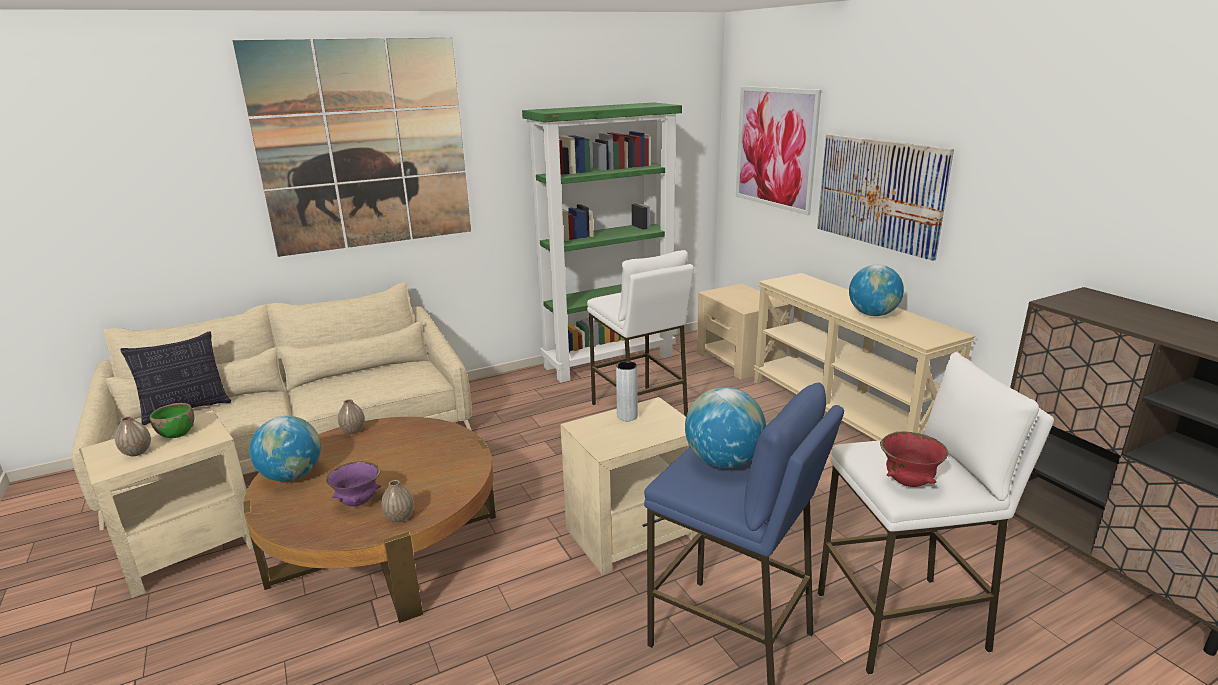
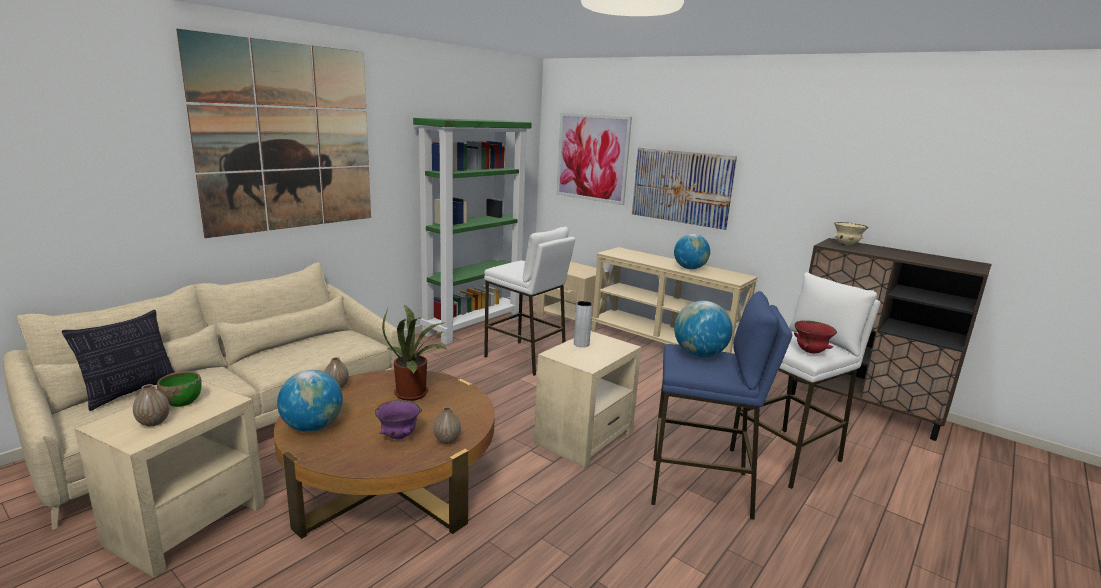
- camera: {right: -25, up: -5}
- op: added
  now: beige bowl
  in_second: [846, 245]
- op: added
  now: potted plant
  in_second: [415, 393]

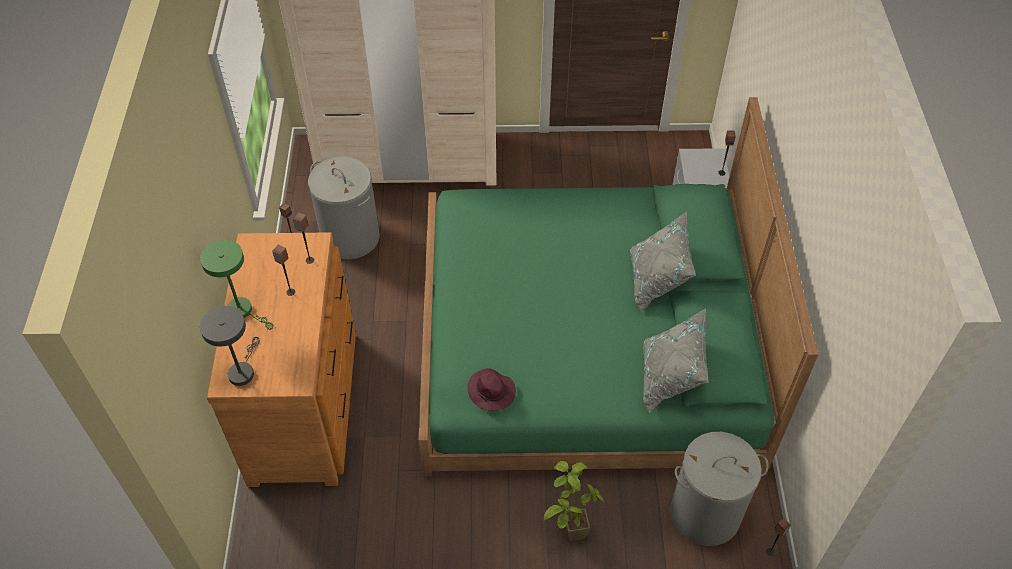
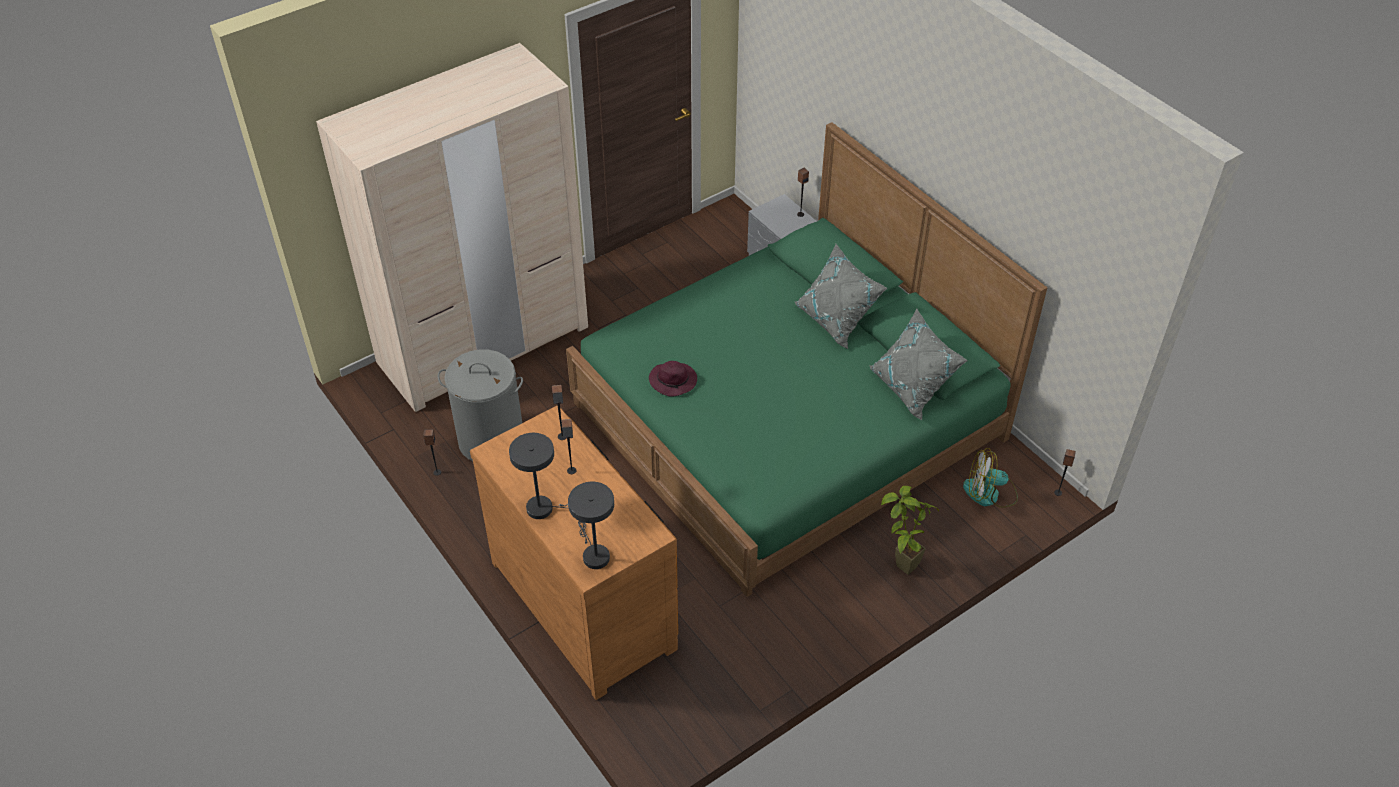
- camera: {right: -35, up: -5}
- op: recoloured
  was: green table lamp
  now: grey table lamp
  in_first: [243, 311]
  in_second: [544, 508]
- op: moved
  was: purple hat
  in_first: [492, 392]
  in_second: [674, 381]
- op: replaced
  was: grey laundry basket
  now: fan
  in_first: [705, 513]
  in_second: [989, 493]

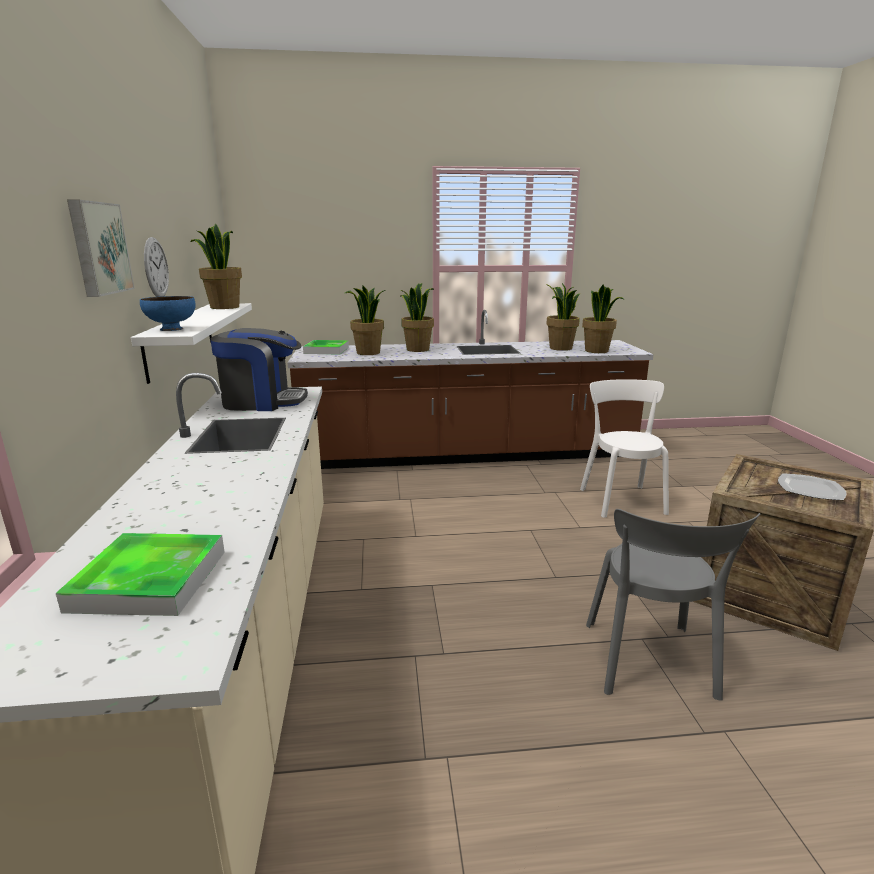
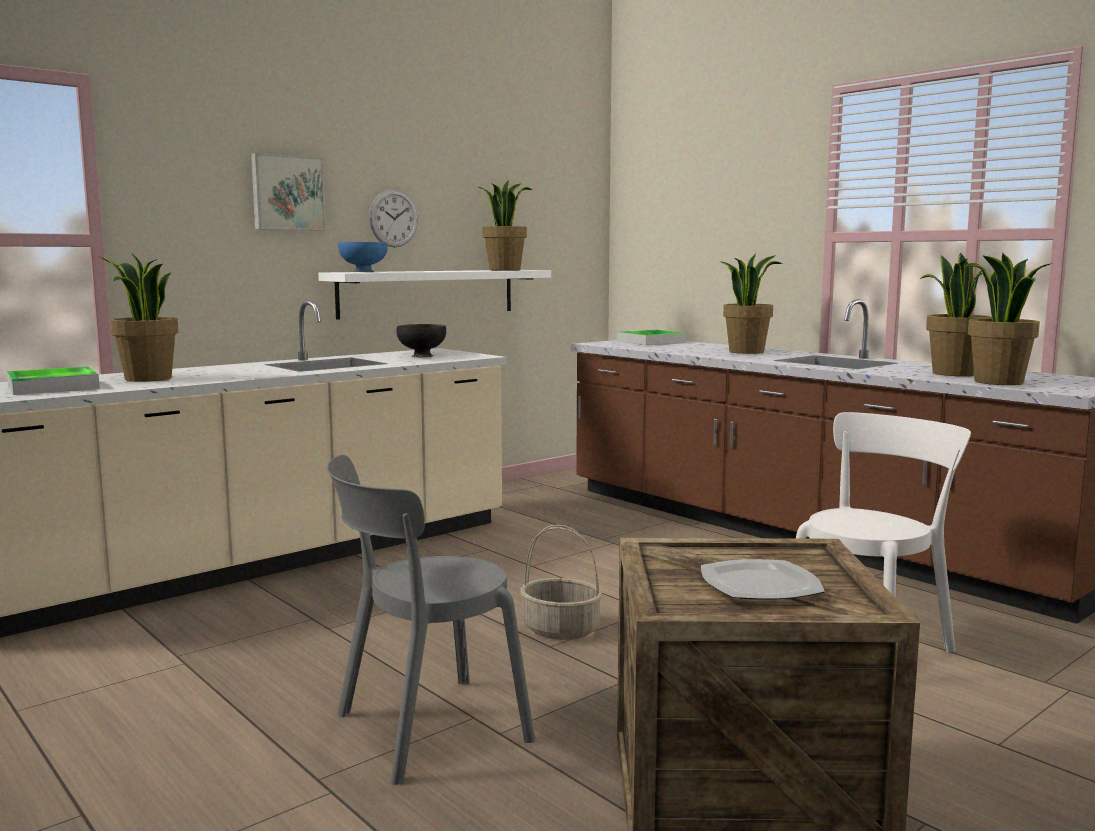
- camera: {right: 55, up: -10}
- op: moved
  was: potted plant
  in_first: [368, 353]
  in_second: [147, 379]
- op: replaced
  was: coffee machine
  now: black bowl
  in_first: [262, 402]
  in_second: [422, 356]
- op: added
  now: basket
  in_second: [562, 629]

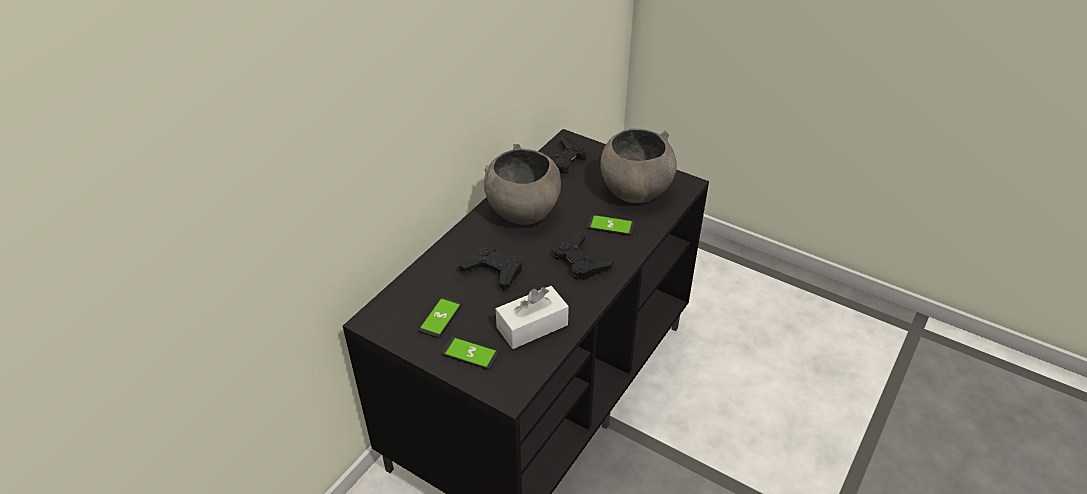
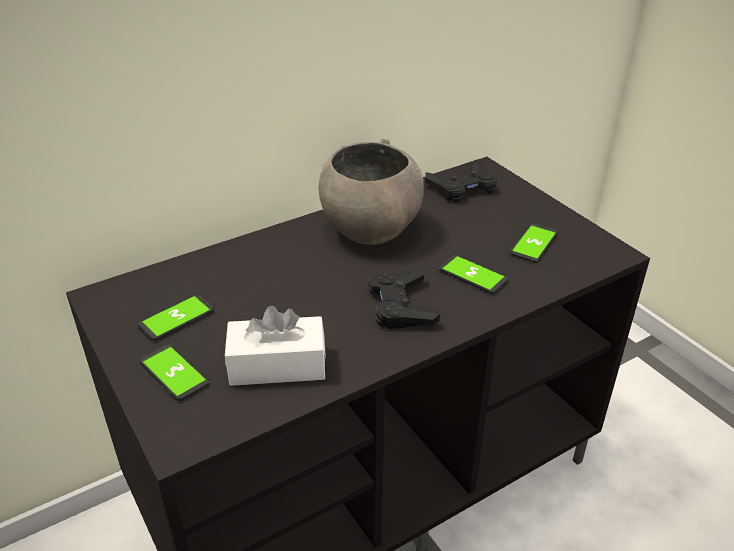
- camera: {right: 25, up: -5}
- op: replaced
  was: grey bowl
  now: phone
  in_first: [635, 191]
  in_second: [533, 244]
- op: removed
  was: black game controller
  in_first: [493, 270]

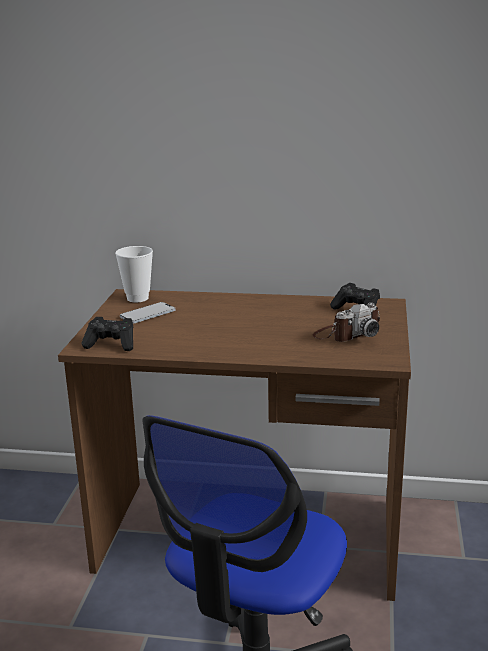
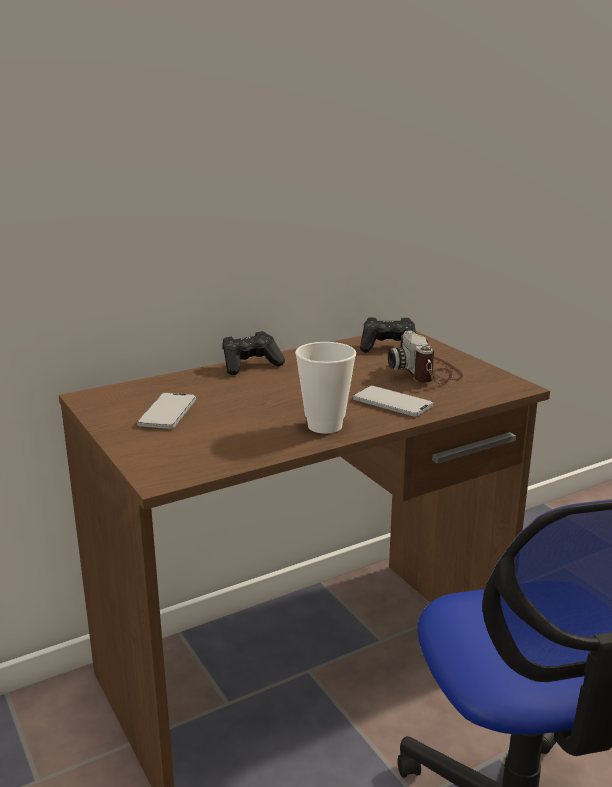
- camera: {right: -40, up: 0}
- op: moved
  was: cup
  in_first: [137, 298]
  in_second: [325, 426]
- op: turned
  was: photo camera
  in_first: [346, 334]
  in_second: [427, 372]
  clockwise: 150
- op: moved
  was: black game controller
  in_first: [111, 344]
  in_second: [250, 365]
- op: added
  now: phone
  in_second: [392, 403]

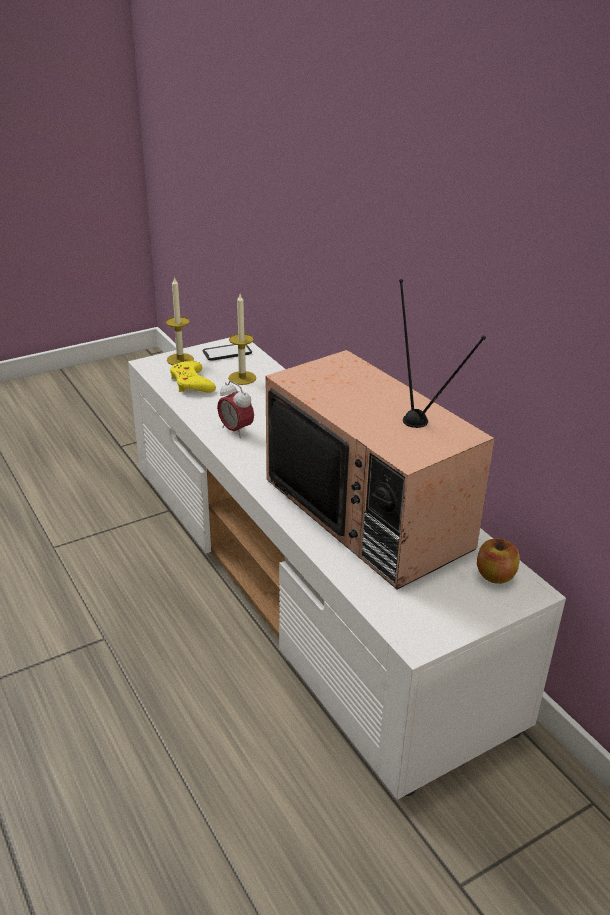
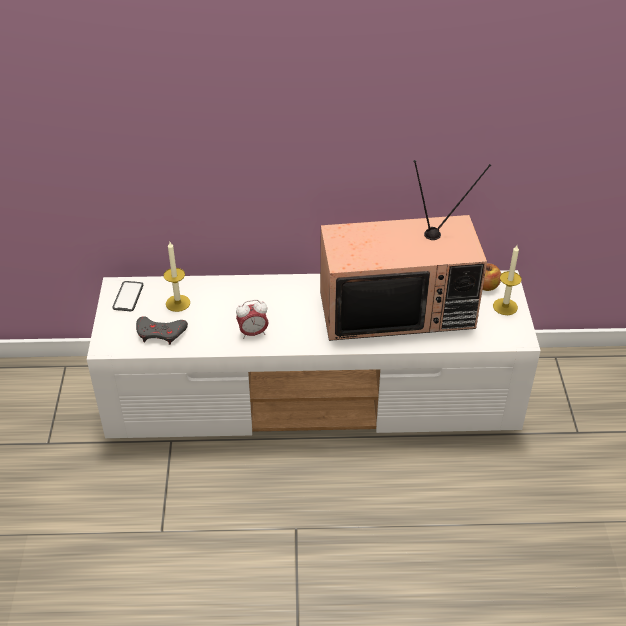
- camera: {right: -60, up: 10}
- op: moved
  was: candle
  in_first: [180, 359]
  in_second: [505, 306]
- op: recoloured
  was: yellow game controller
  now: grey game controller
  in_first: [191, 383]
  in_second: [160, 333]

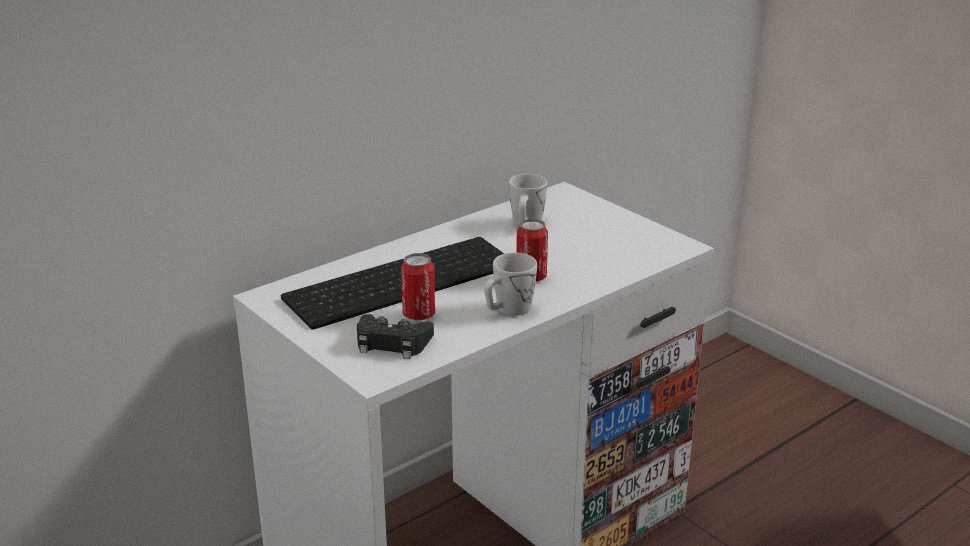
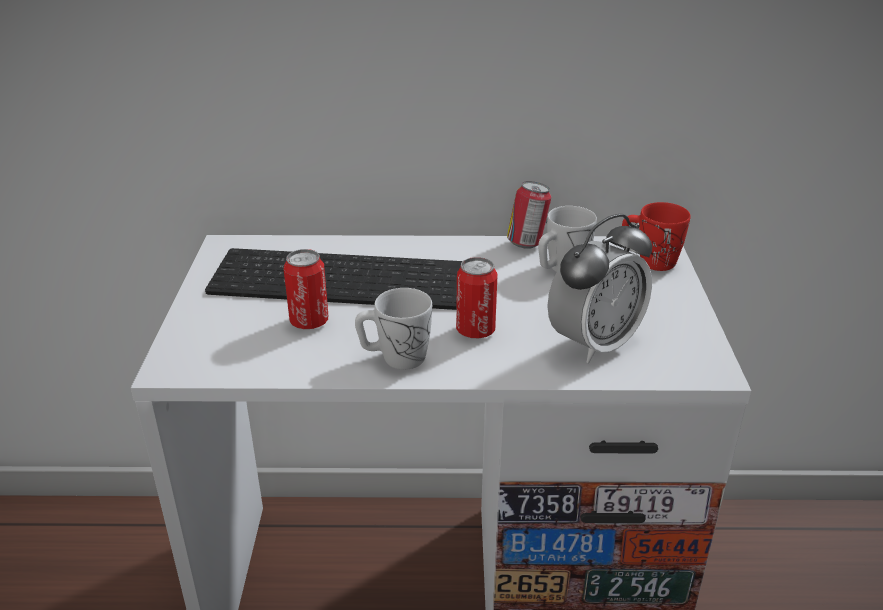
- camera: {right: 40, up: 5}
- op: removed
  was: black game controller
  in_first: [392, 343]
- op: added
  now: can
  in_second: [527, 244]
- op: added
  now: red mug
  in_second: [649, 261]
- op: added
  now: alarm clock
  in_second: [594, 344]

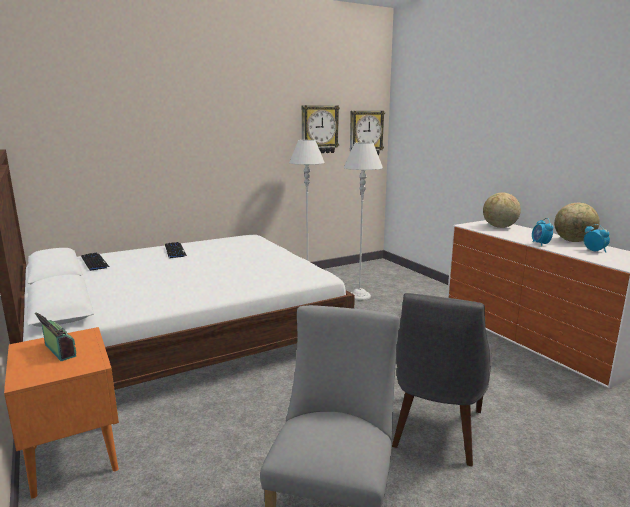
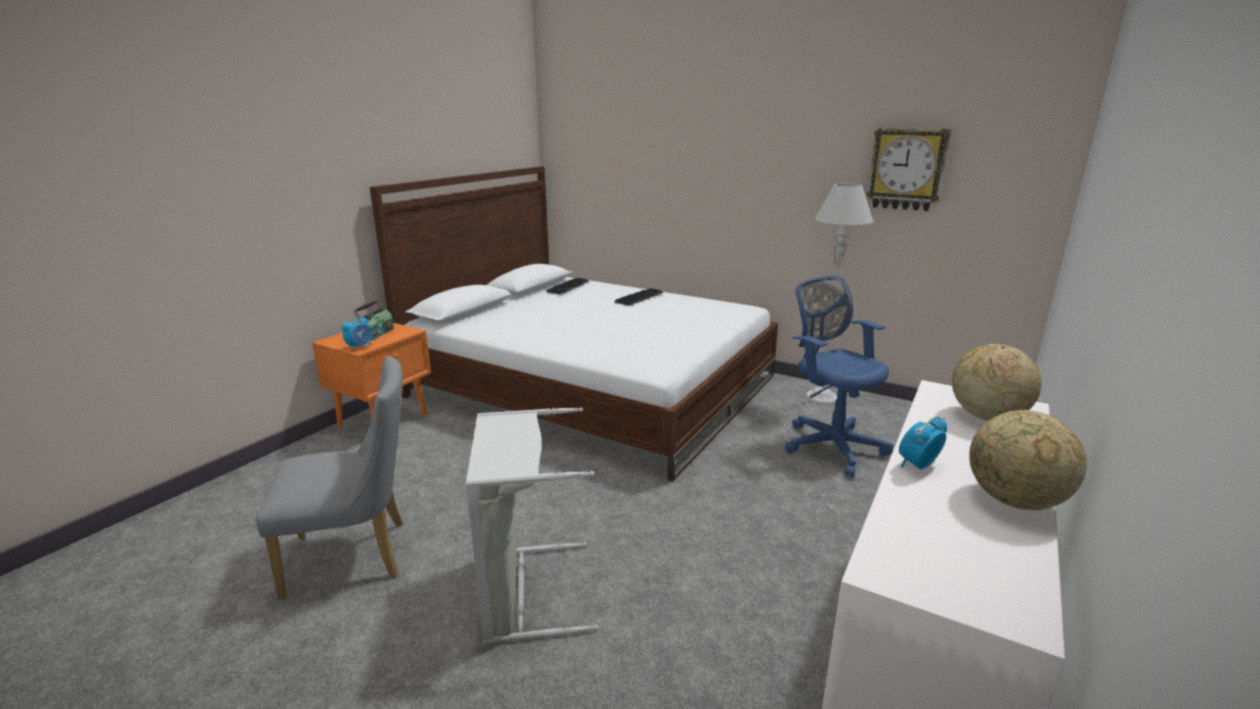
- camera: {right: 60, up: 5}
- op: removed
  was: wall clock
  in_first: [365, 133]
- op: replaced
  was: grey floor lamp
  now: blue office chair
  in_first: [359, 296]
  in_second: [830, 445]
- op: moved
  was: alarm clock
  in_first: [594, 251]
  in_second: [360, 347]
- op: replaced
  was: grey chair
  now: grey laundry basket
  in_first: [436, 431]
  in_second: [523, 592]

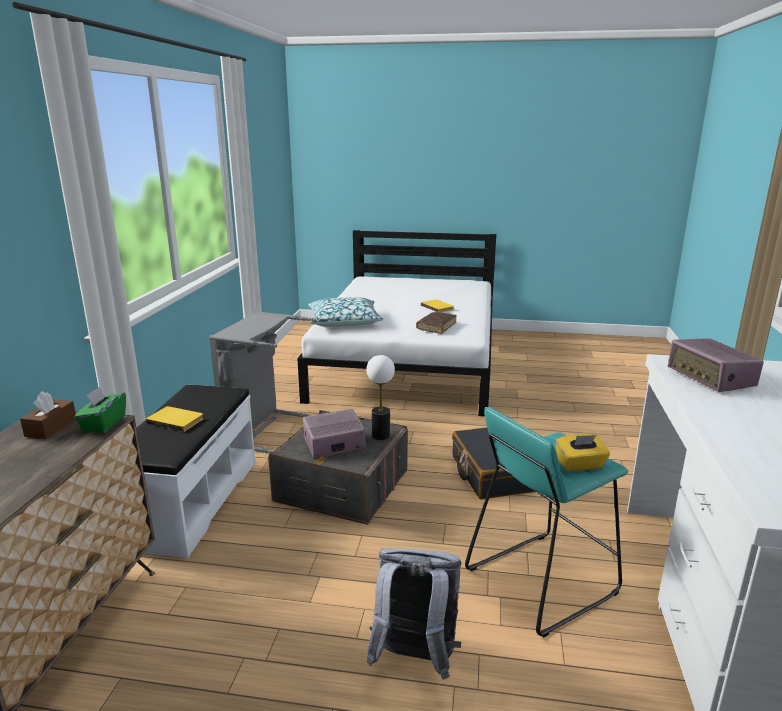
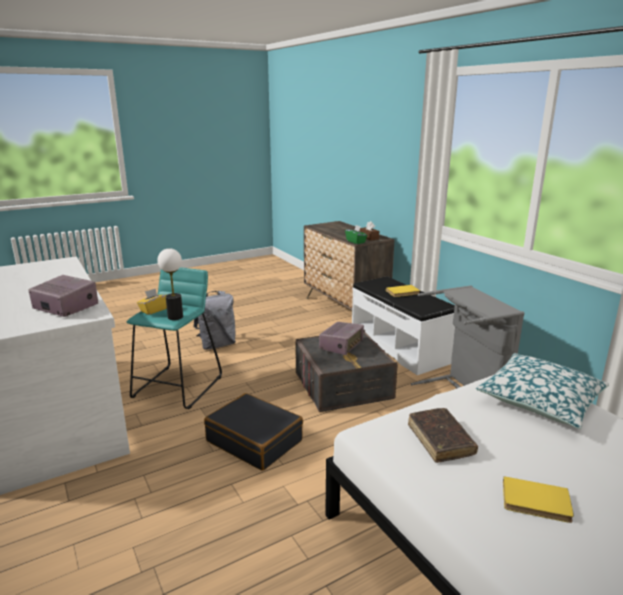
- camera: {right: 140, up: 0}
- op: moved
  was: table lamp
  in_first: [381, 435]
  in_second: [175, 317]

